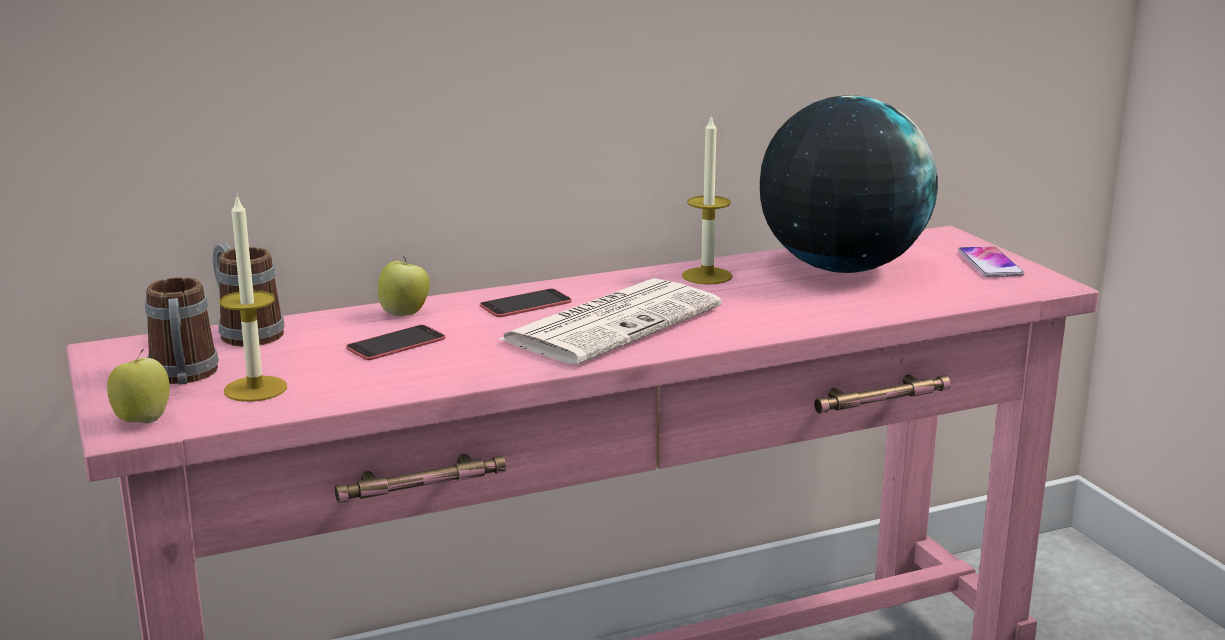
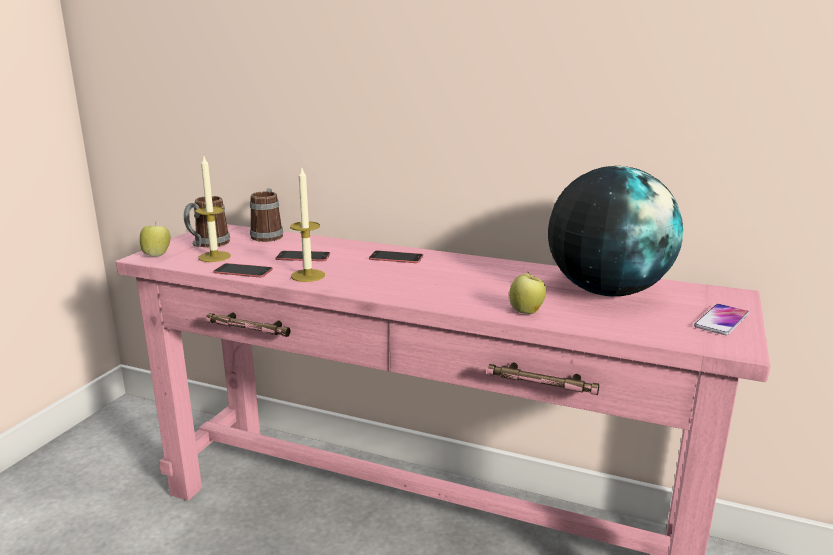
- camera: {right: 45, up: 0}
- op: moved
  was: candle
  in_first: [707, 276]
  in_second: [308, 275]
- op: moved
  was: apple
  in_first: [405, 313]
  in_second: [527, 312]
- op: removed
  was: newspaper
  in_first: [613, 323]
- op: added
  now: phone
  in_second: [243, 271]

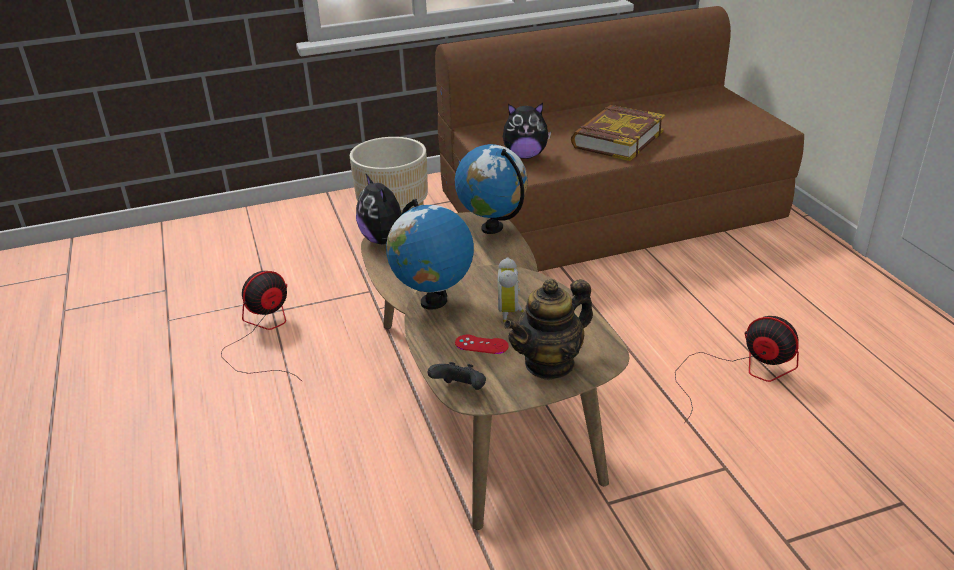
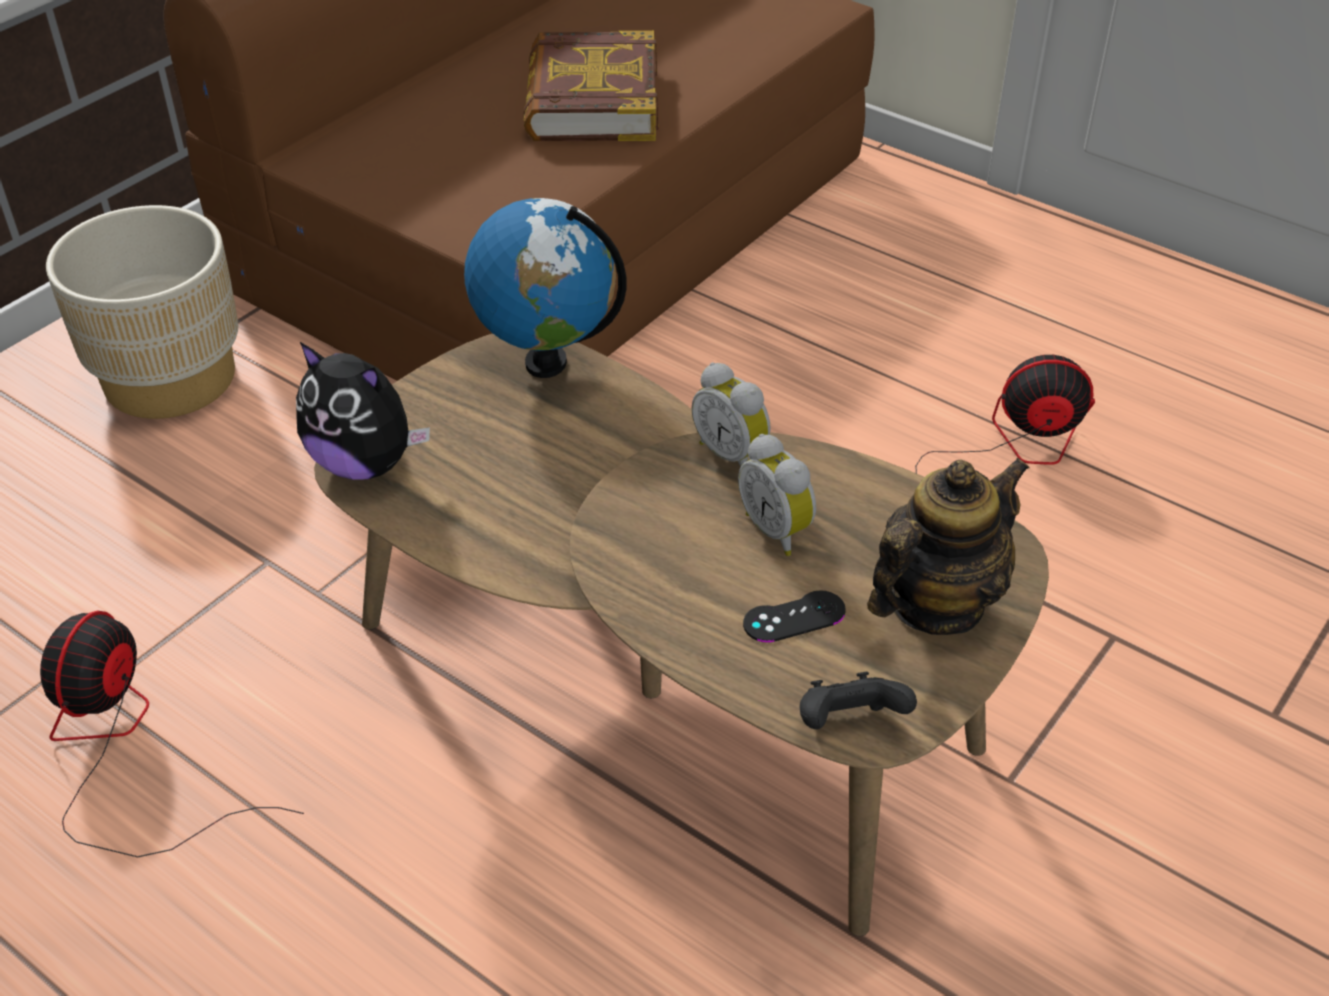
- camera: {right: -35, up: 10}
- op: removed
  was: plush toy
  in_first: [525, 155]
- op: removed
  was: globe
  in_first: [433, 302]
- op: turned
  was: teapot
  in_first: [550, 363]
  in_second: [935, 603]
  clockwise: -150
- op: recoloured
  was: red game controller
  now: black game controller
  in_first: [481, 344]
  in_second: [794, 617]
- op: added
  now: alarm clock
  in_second: [733, 454]

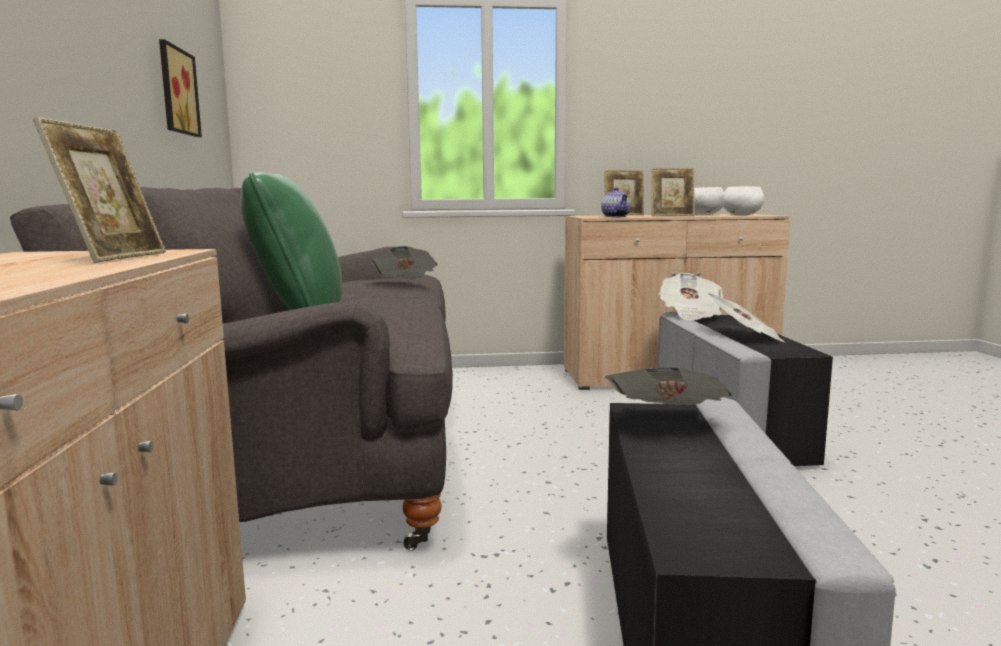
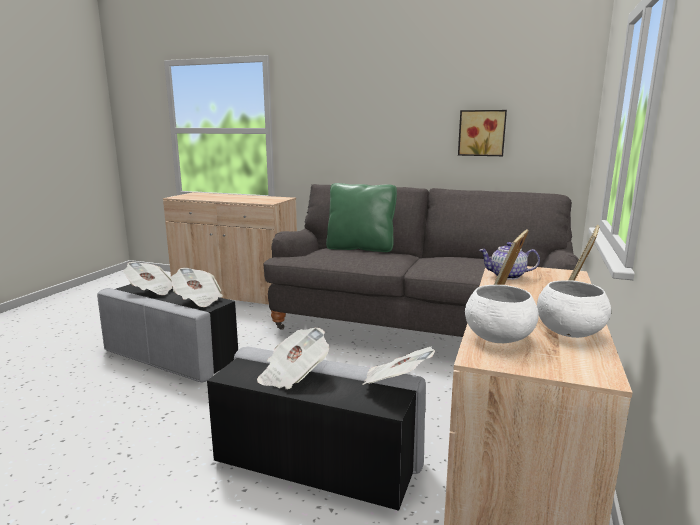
- camera: {right: 115, up: 5}
- op: removed
  was: picture frame
  in_first: [113, 257]
- op: moved
  was: newspaper
  in_first: [405, 283]
  in_second: [151, 290]

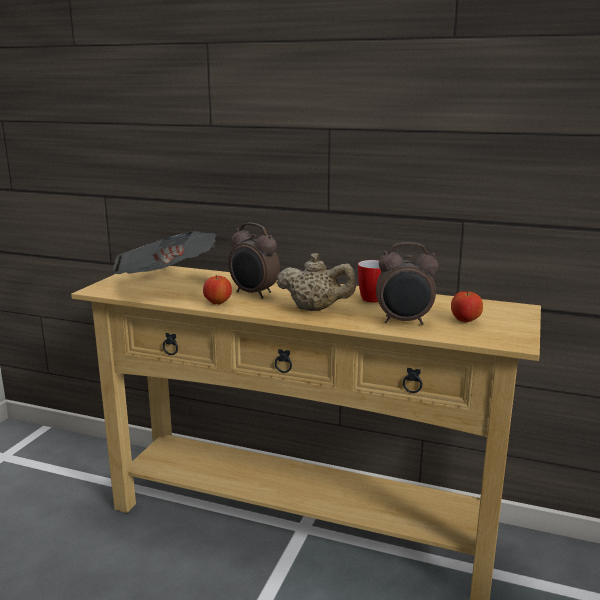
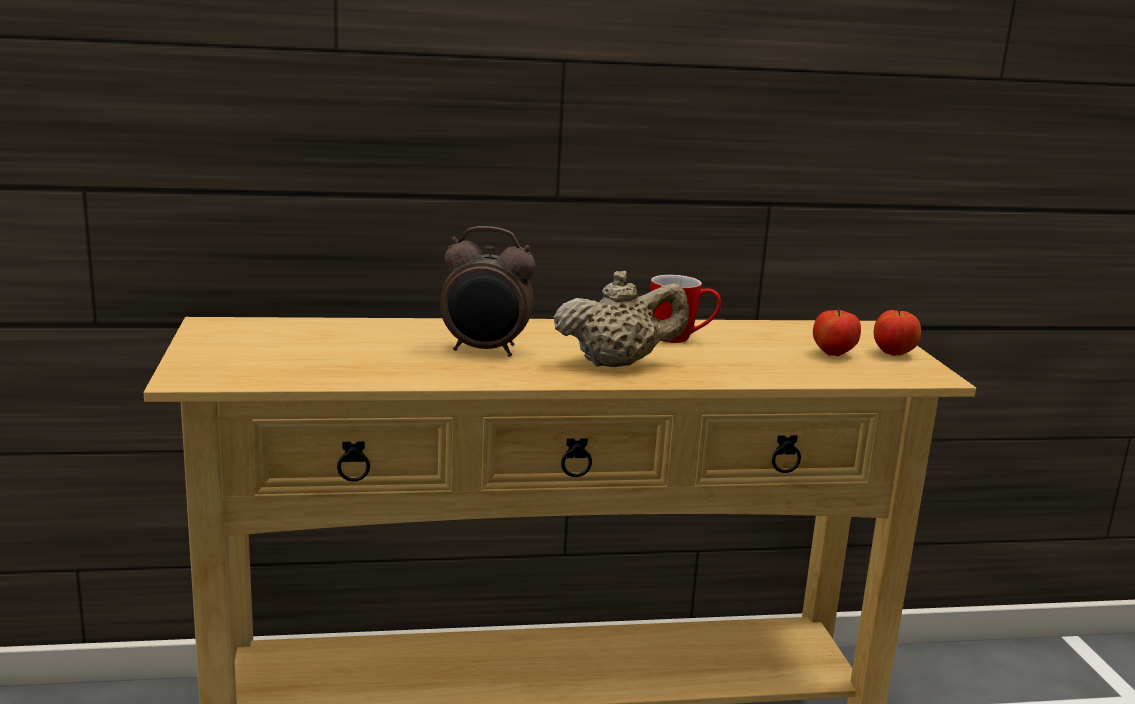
- camera: {right: -30, up: 0}
- op: removed
  was: newspaper
  in_first: [166, 283]
- op: removed
  was: alarm clock
  in_first: [404, 322]
- op: moved
  was: apple
  in_first: [218, 303]
  in_second: [893, 354]

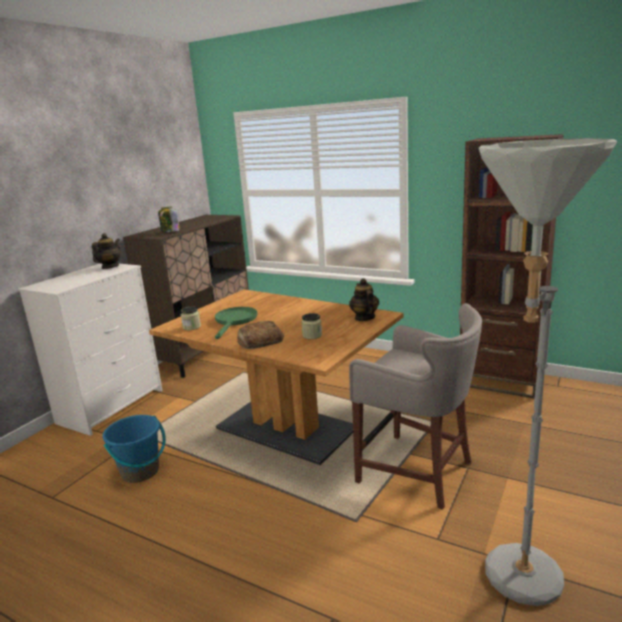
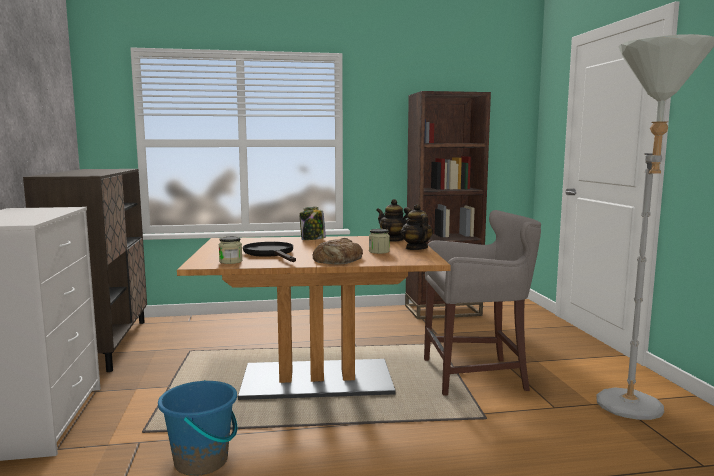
- camera: {right: -40, up: -10}
- op: moved
  was: jar
  in_first: [170, 232]
  in_second: [312, 239]
- op: moved
  was: teapot
  in_first: [110, 267]
  in_second: [416, 248]
- op: recoloured
  was: green frying pan
  now: black frying pan
  in_first: [234, 321]
  in_second: [271, 254]

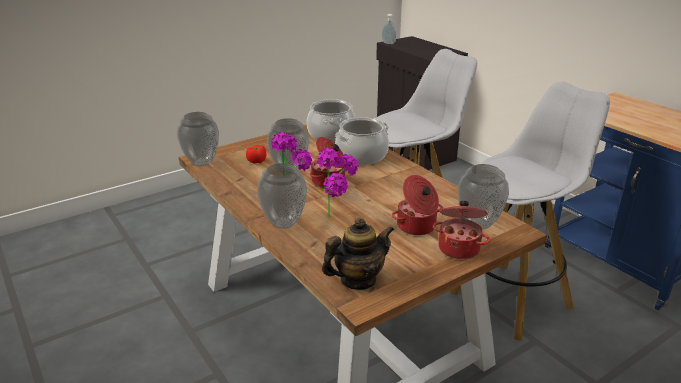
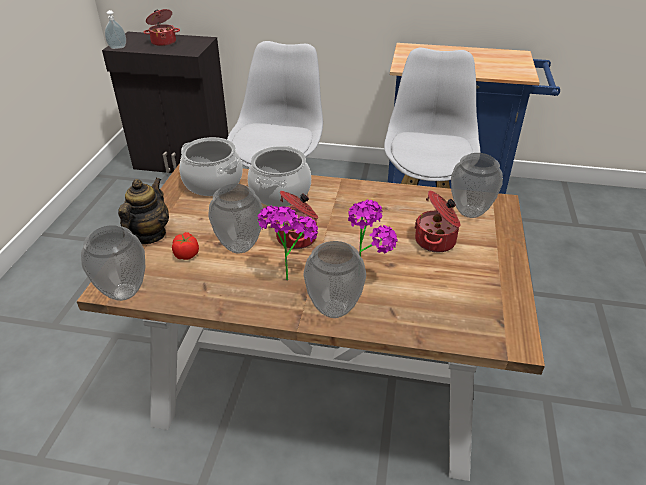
- camera: {right: -45, up: 10}
- op: moved
  was: cooking pot
  in_first: [459, 248]
  in_second: [163, 42]
- op: moved
  was: teapot
  in_first: [358, 280]
  in_second: [149, 235]

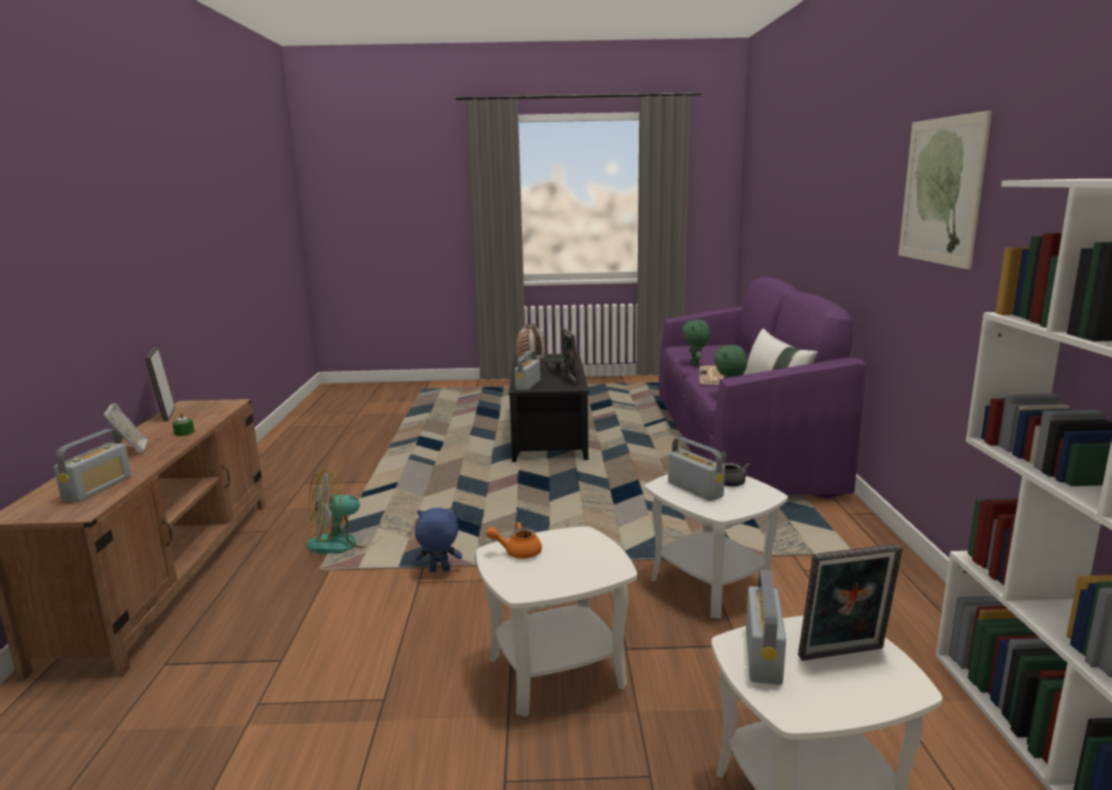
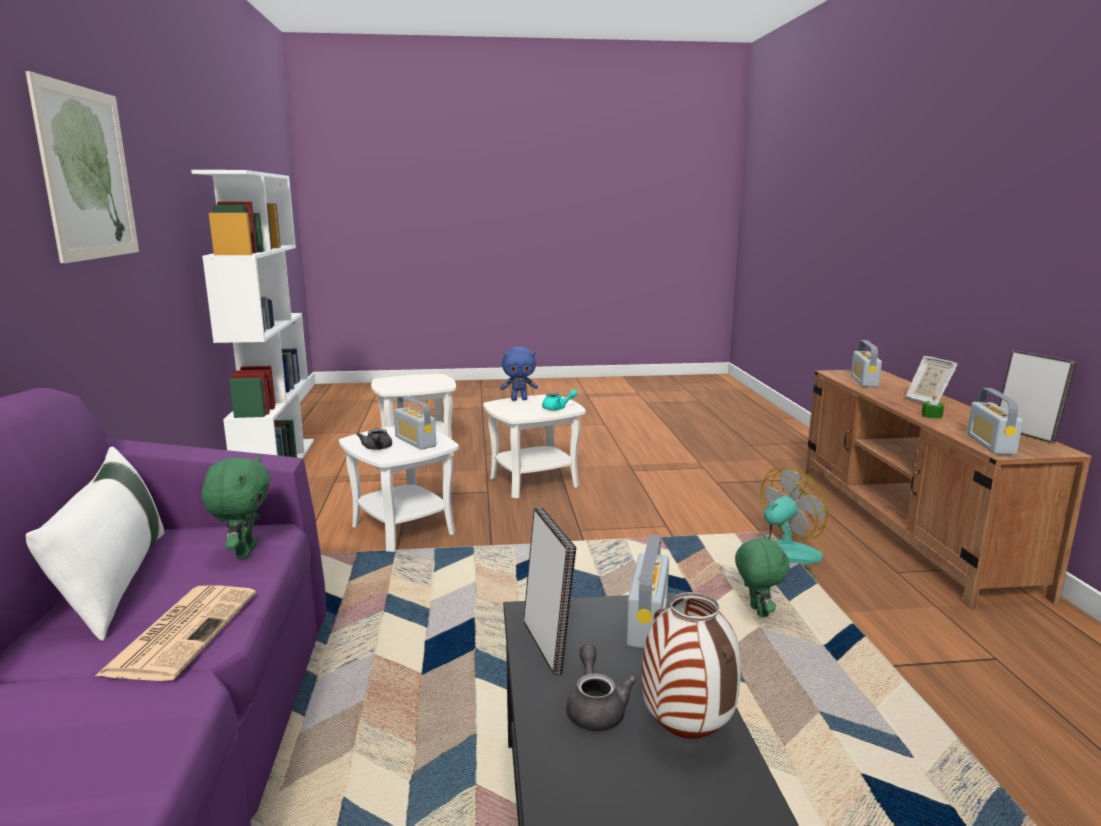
- camera: {right: 175, up: 0}
- op: moved
  was: green plush toy
  in_first: [695, 364]
  in_second: [756, 612]
- op: moved
  was: blue plush toy
  in_first: [439, 571]
  in_second: [519, 399]
- op: recoloured
  was: orange teapot
  now: turquoise teapot
  in_first: [517, 552]
  in_second: [557, 408]
- op: removed
  was: picture frame
  in_first: [843, 655]
- op: moved
  was: radio
  in_first: [763, 655]
  in_second: [990, 444]

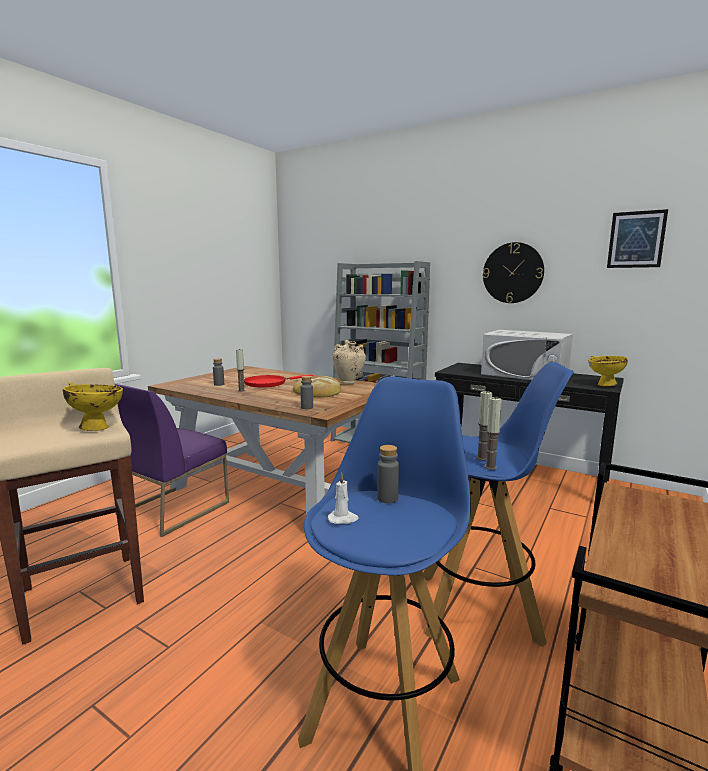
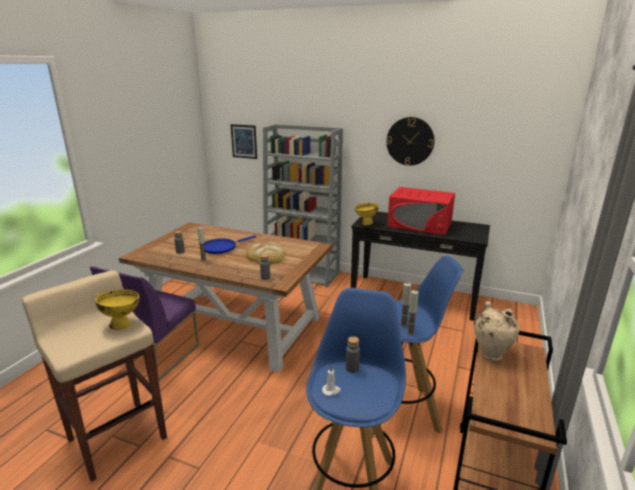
- camera: {right: -10, up: 10}
- op: moved
  was: picture
  in_first: [636, 239]
  in_second: [244, 141]
- op: recoloured
  was: white microwave
  now: red microwave
  in_first: [525, 374]
  in_second: [419, 225]
- op: moved
  was: beige vase
  in_first: [348, 382]
  in_second: [491, 354]
- op: moved
  was: yellow bowl
  in_first: [605, 385]
  in_second: [366, 224]
- op: recoloured
  was: red frying pan
  now: blue frying pan
  in_first: [268, 383]
  in_second: [221, 247]

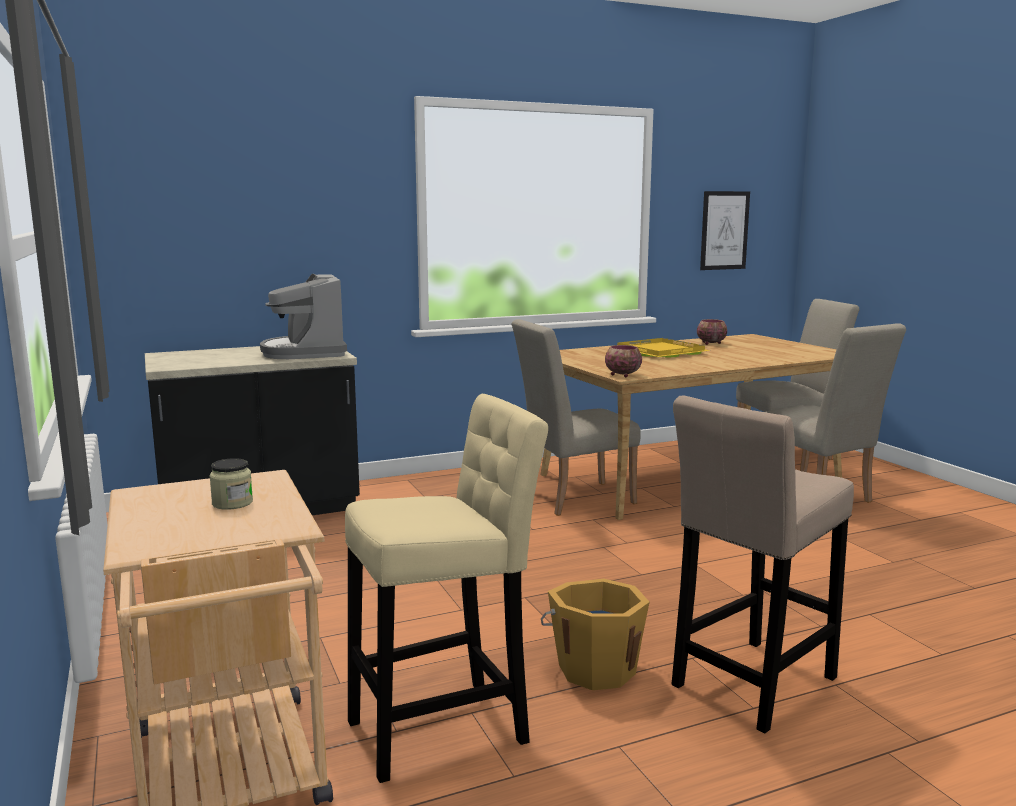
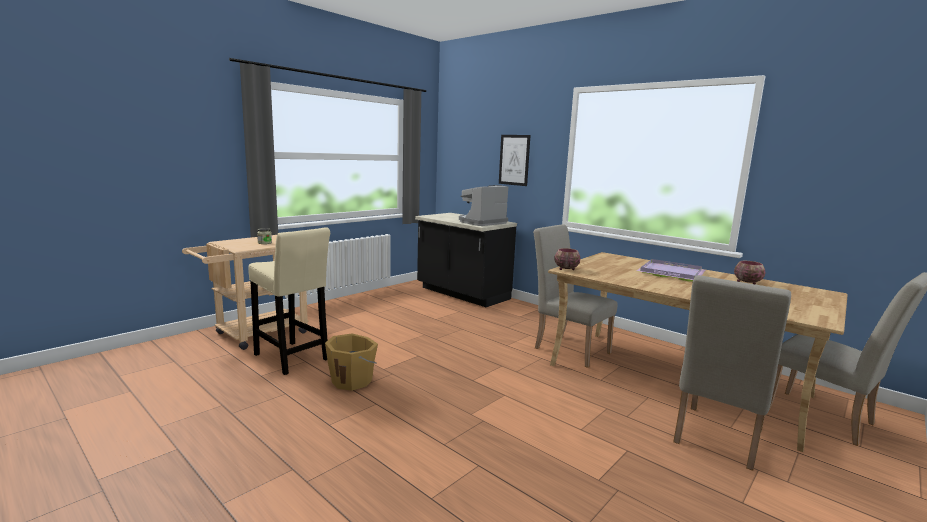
- camera: {right: 65, up: 0}
- op: moved
  was: picture
  in_first: [724, 230]
  in_second: [514, 160]
- op: recoloured
  was: yellow tray
  now: purple tray
  in_first: [658, 352]
  in_second: [670, 272]
- op: removed
  was: beige stool
  in_first: [750, 686]

